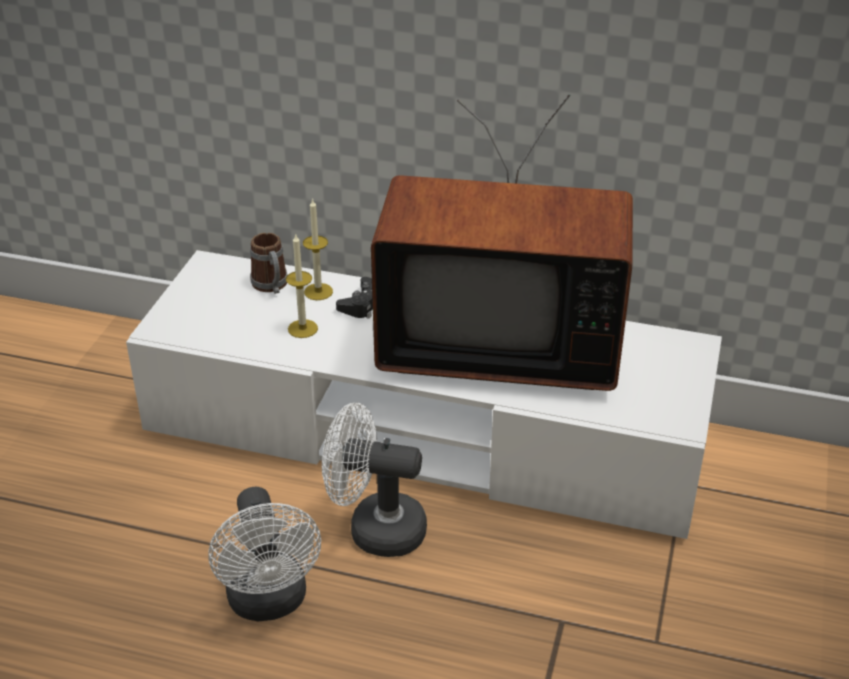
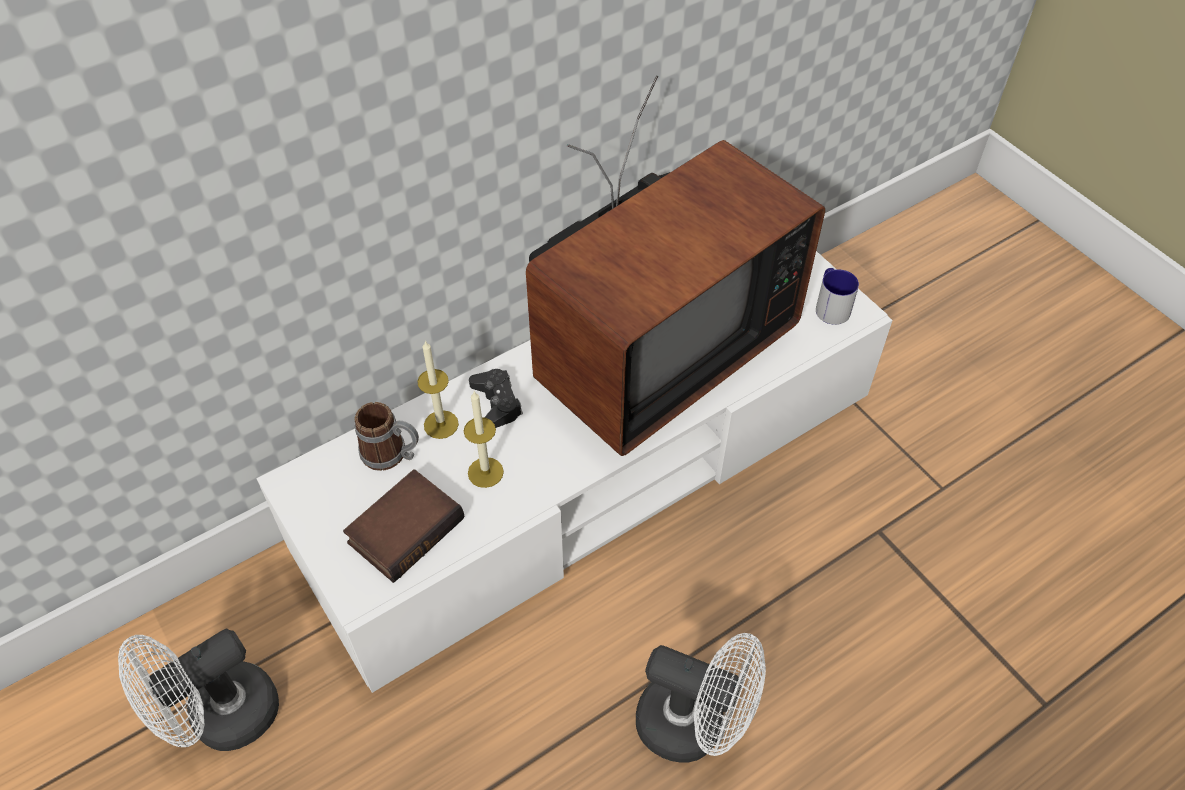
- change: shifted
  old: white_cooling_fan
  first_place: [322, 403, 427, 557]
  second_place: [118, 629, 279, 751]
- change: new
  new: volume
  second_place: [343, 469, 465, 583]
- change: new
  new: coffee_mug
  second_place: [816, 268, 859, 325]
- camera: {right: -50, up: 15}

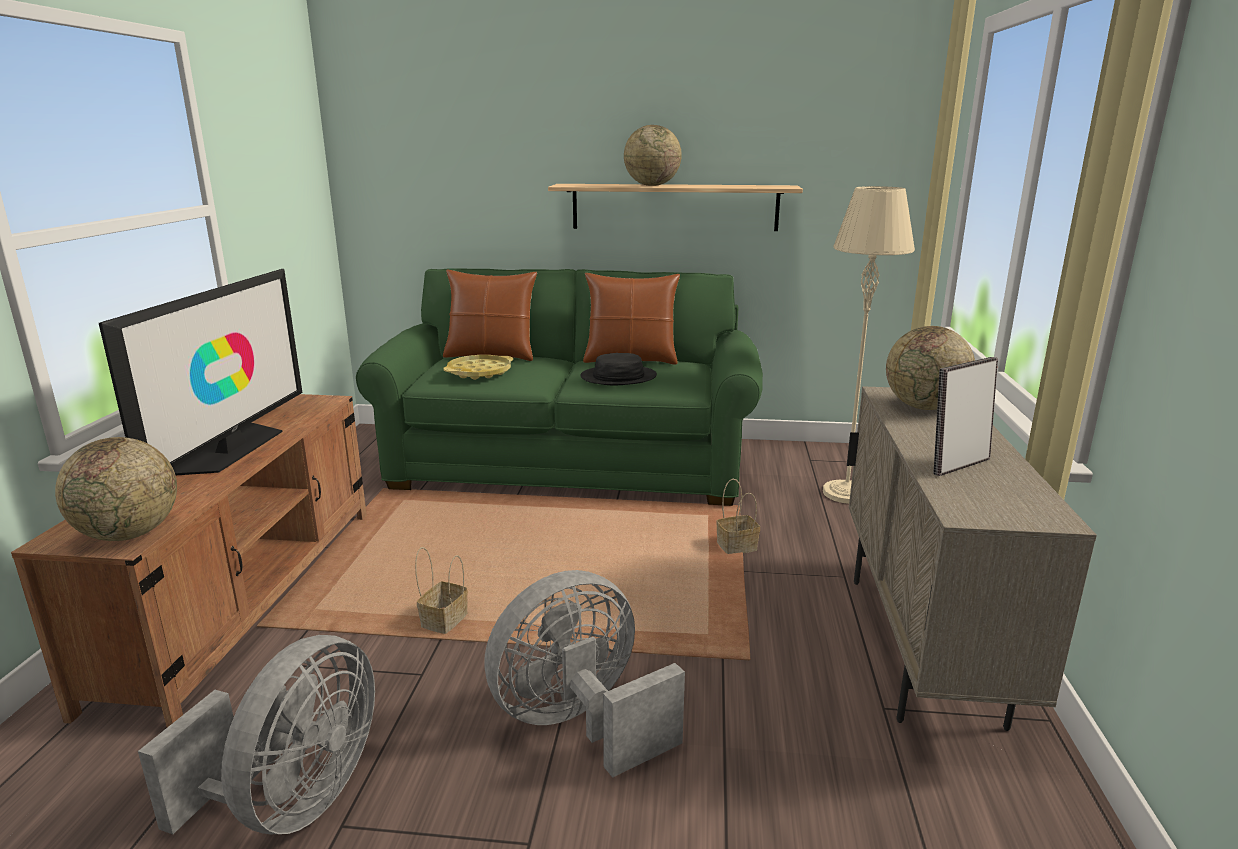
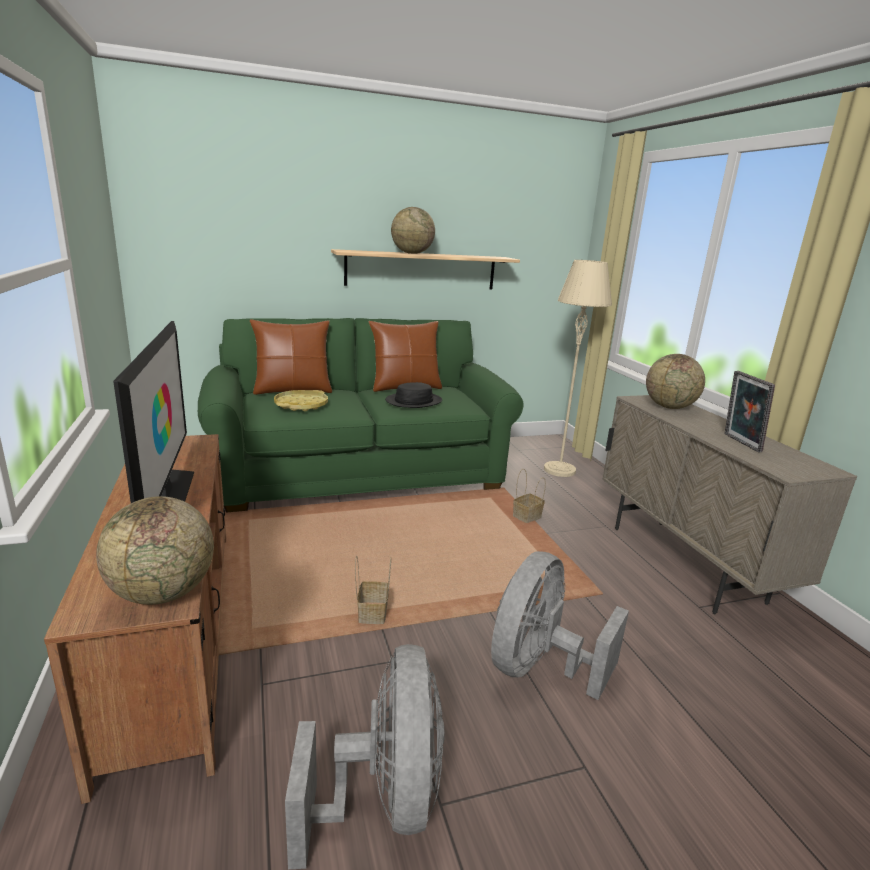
- change: rotated
  old: picture_frame
  first_place: [933, 357, 998, 476]
  second_place: [724, 371, 775, 452]
  degrees: -45
- camera: {right: -25, up: 0}

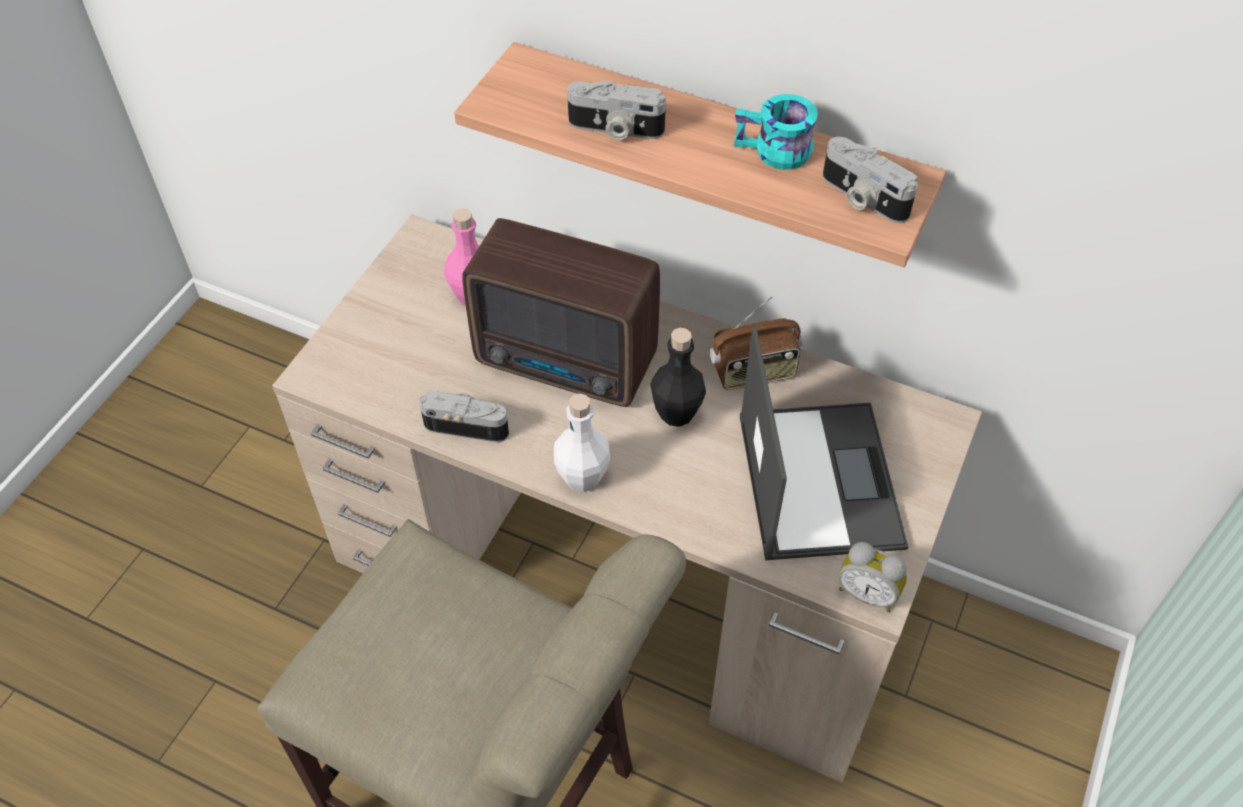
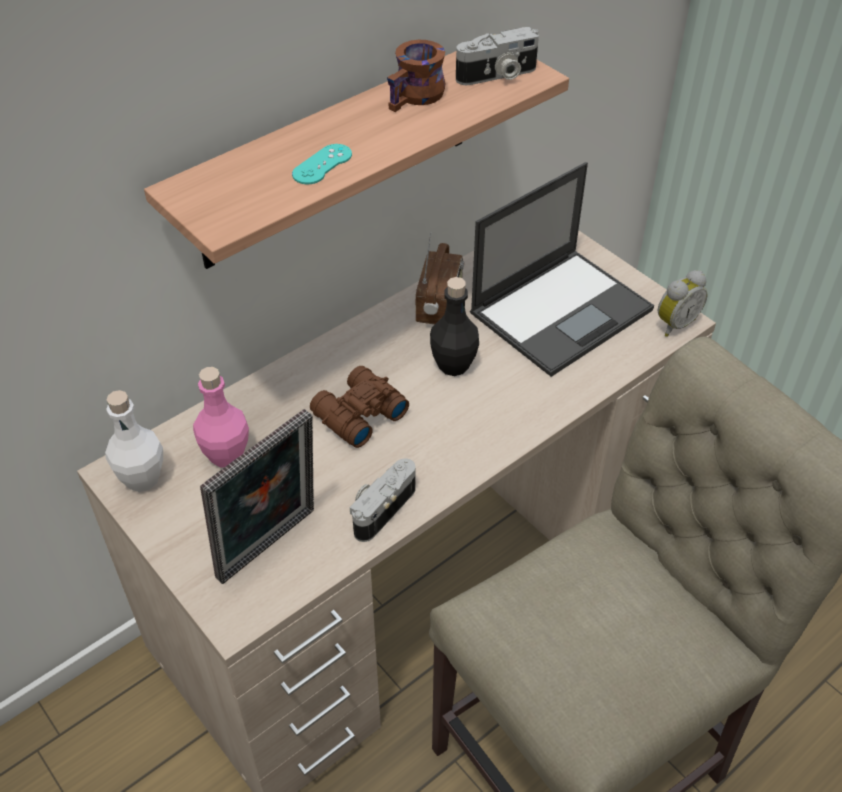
- change: swapped
  old: radio_receiver
  new: brownish_field_glasses
  first_place: [462, 218, 660, 407]
  second_place: [310, 366, 409, 448]
- change: shifted
  old: white_beverage_bottle
  first_place: [554, 394, 610, 492]
  second_place: [105, 390, 163, 492]
- change: swapped
  old: photo_camera
  new: turquoise_game_controller
  first_place: [567, 81, 666, 140]
  second_place: [292, 144, 352, 184]
- change: repainted
  old: turquoise_coffee_mug
  new: brownish_coffee_mug
  first_place: [734, 94, 818, 170]
  second_place: [387, 40, 445, 112]
- change: rotated
  old: portable_computer
  first_place: [740, 327, 909, 560]
  second_place: [470, 162, 654, 377]
  degrees: 120
- change: new
  new: picture_frame
  second_place: [200, 409, 314, 584]
- camera: {right: -65, up: -5}

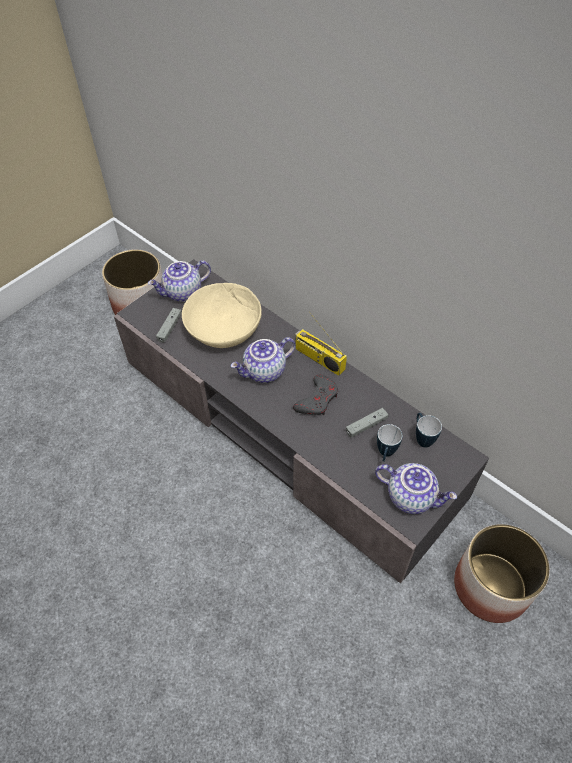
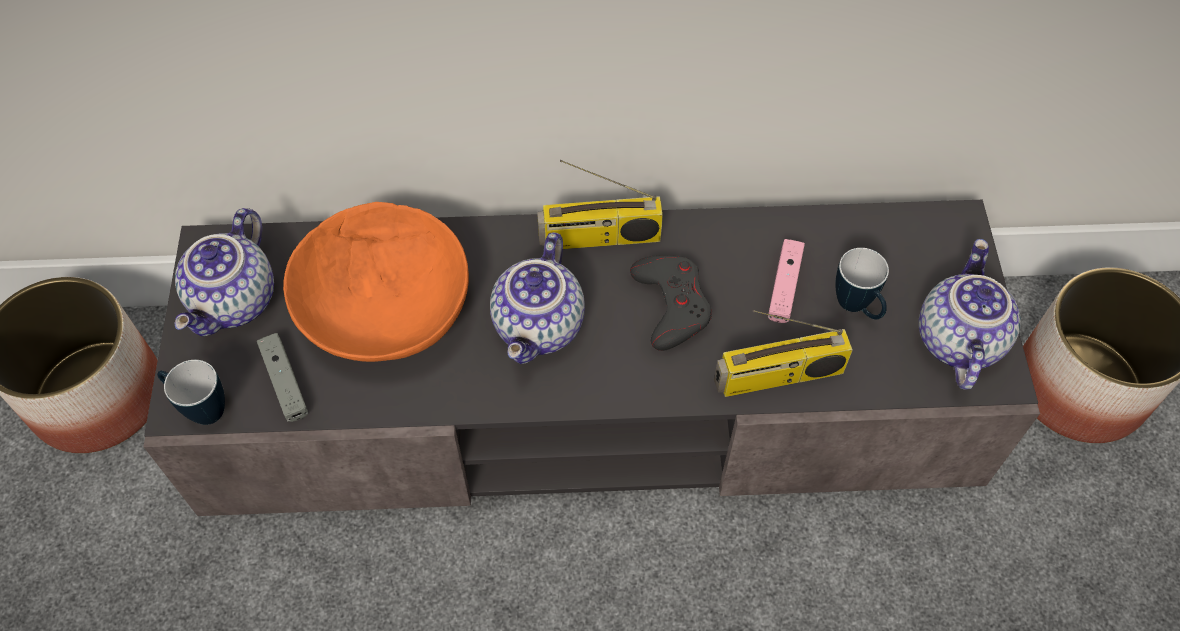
- change: repainted
  old: beige-coloured_deep_dish
  new: orangey_deep_dish
  first_place: [182, 283, 262, 348]
  second_place: [283, 202, 469, 362]
- change: repainted
  old: greyish_game_controller
  new: pink_game_controller
  first_place: [346, 408, 388, 437]
  second_place: [768, 239, 805, 323]
- change: rotated
  old: teapot
  first_place: [375, 463, 457, 514]
  second_place: [919, 239, 1021, 390]
  degrees: -60
- change: shifted
  old: coffee_mug
  first_place: [416, 413, 442, 447]
  second_place: [157, 360, 225, 425]
- change: new
  new: radio_receiver
  second_place: [714, 310, 853, 397]
- camera: {right: -45, up: 5}

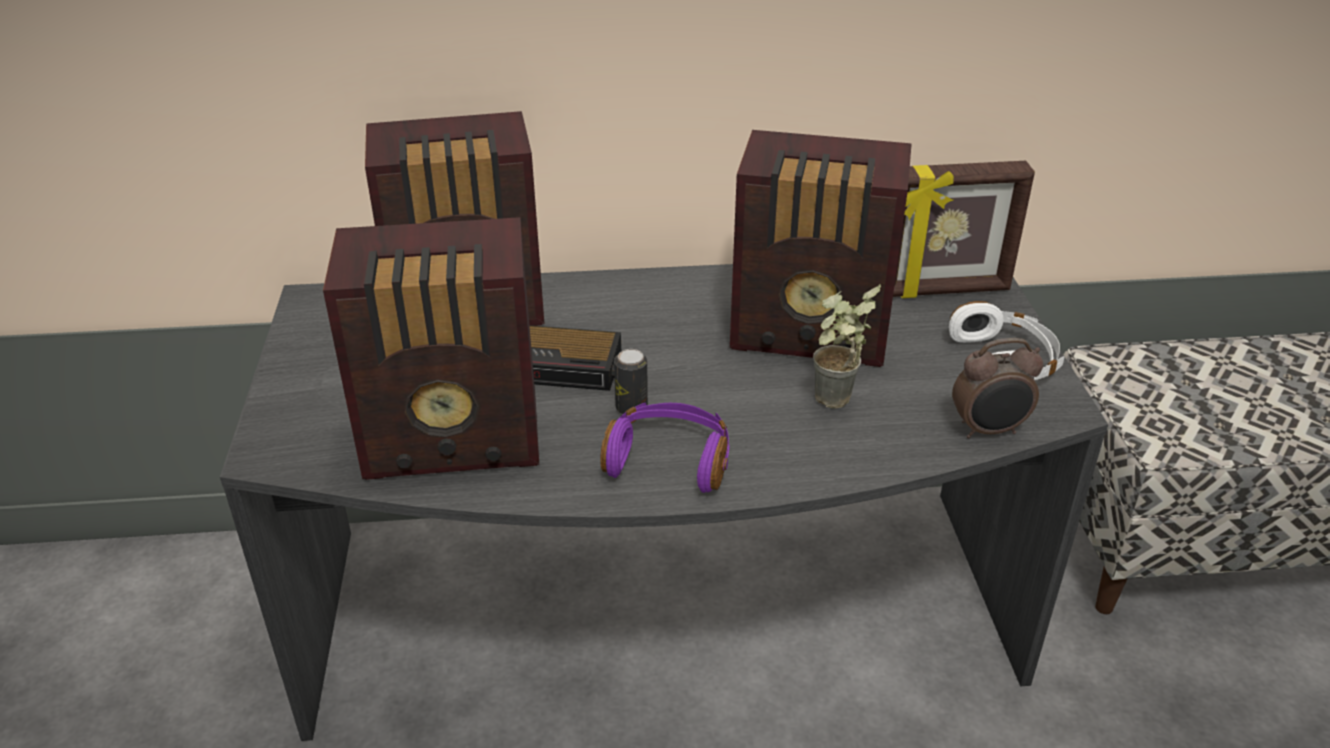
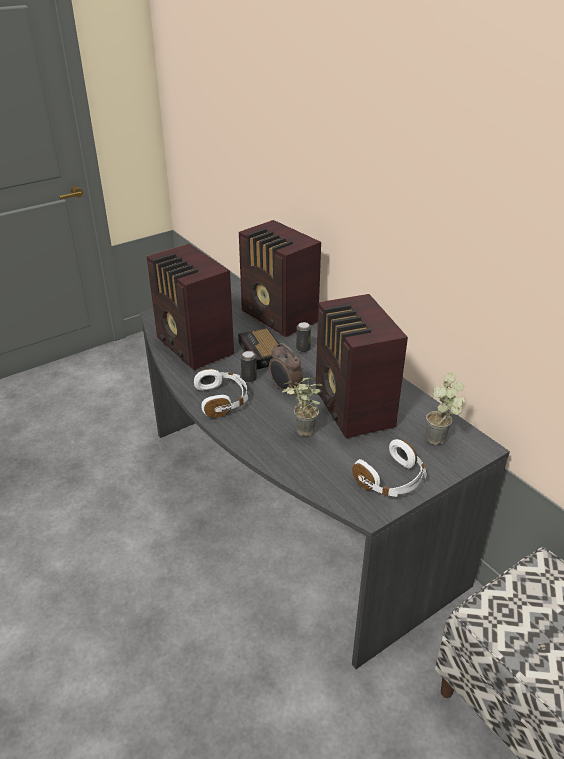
- change: repainted
  old: purplish_headphones
  new: white_headphones
  first_place: [600, 403, 729, 493]
  second_place: [194, 368, 248, 418]
- change: swapped
  old: picture_frame
  new: potted_plant
  first_place: [893, 161, 1035, 298]
  second_place: [426, 372, 465, 445]
- change: shifted
  old: bedside_clock
  first_place: [952, 338, 1043, 438]
  second_place: [269, 343, 303, 396]
- change: new
  new: sealed_can
  second_place: [296, 322, 311, 352]
- camera: {right: 60, up: 0}

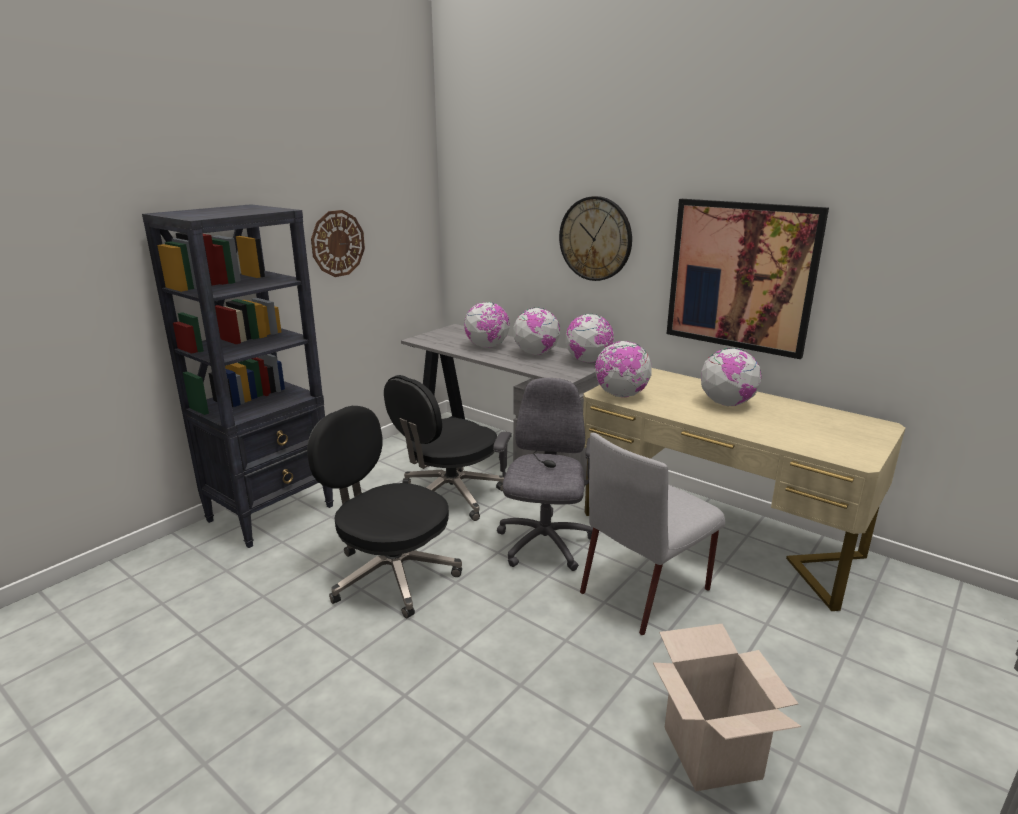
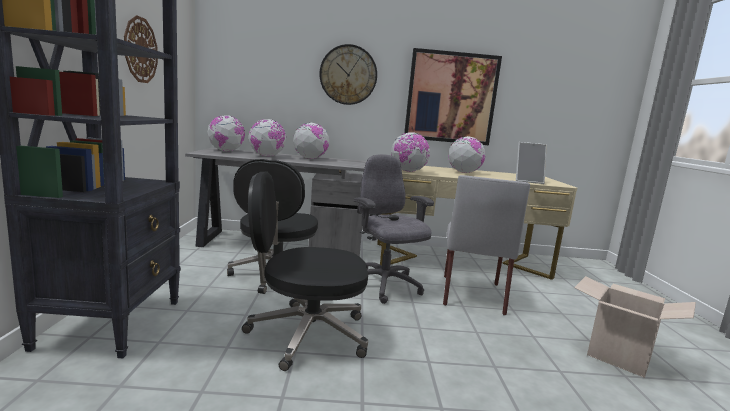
- change: shifted
  old: world_globe
  first_place: [565, 314, 614, 363]
  second_place: [207, 115, 245, 151]
- change: new
  new: picture_frame
  second_place: [516, 142, 547, 184]
- camera: {right: -40, up: -10}

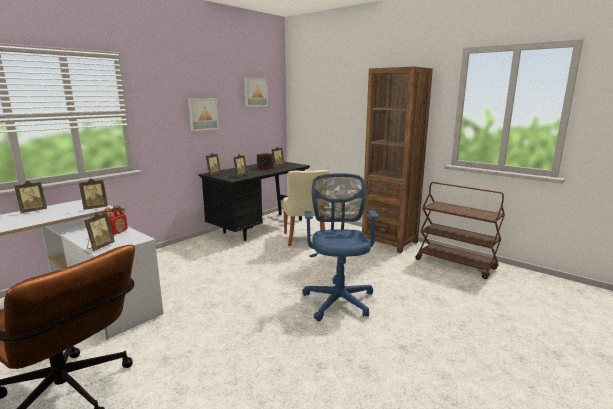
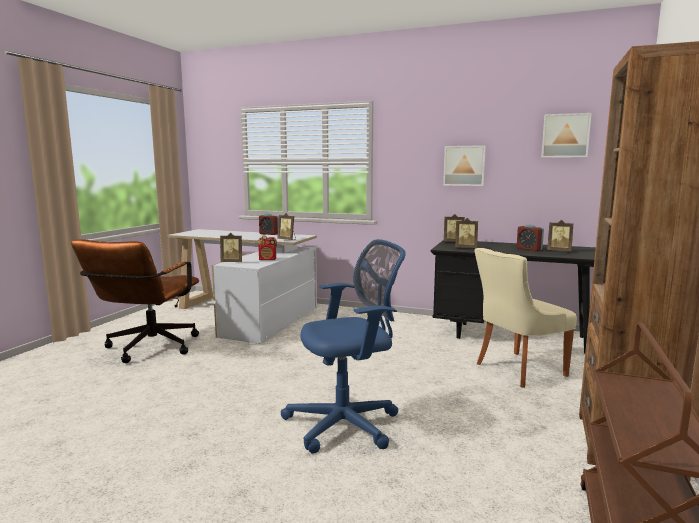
- change: swapped
  old: picture_frame
  new: bedside_clock
  first_place: [14, 181, 47, 213]
  second_place: [259, 214, 279, 235]
- camera: {right: 70, up: -5}

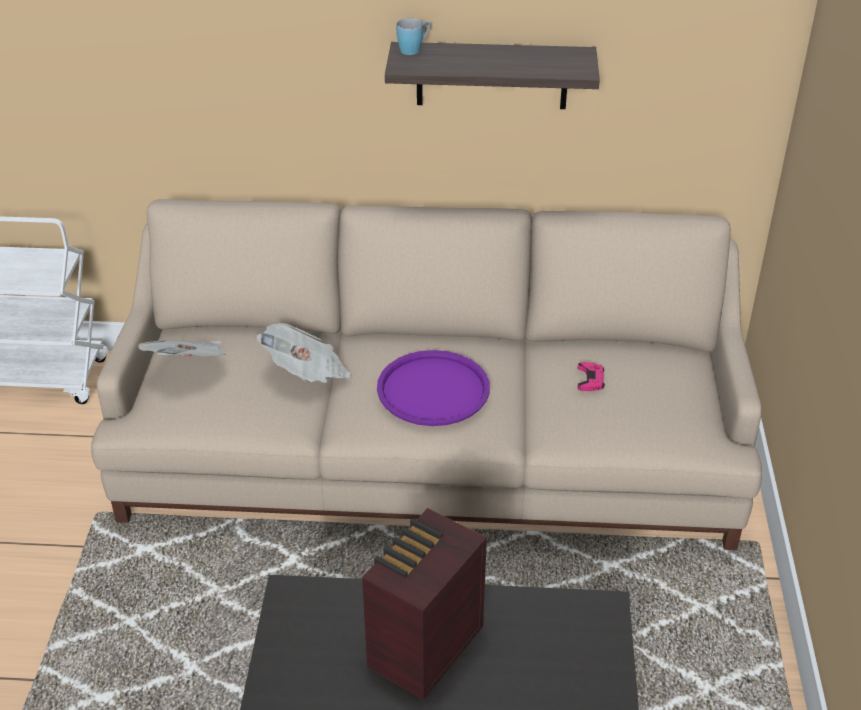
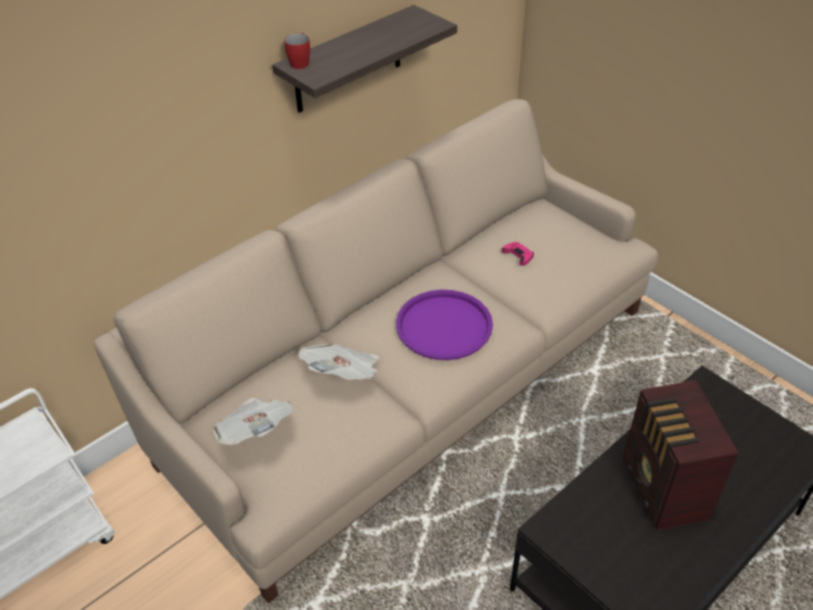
- change: repainted
  old: bluish_coffee_mug
  new: reddish_coffee_mug
  first_place: [396, 18, 430, 55]
  second_place: [284, 33, 310, 69]
- camera: {right: -45, up: 5}

